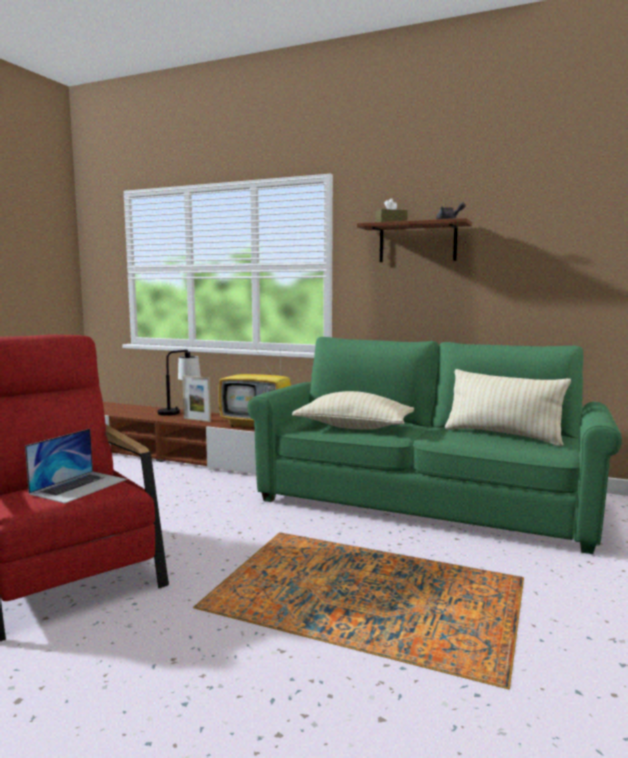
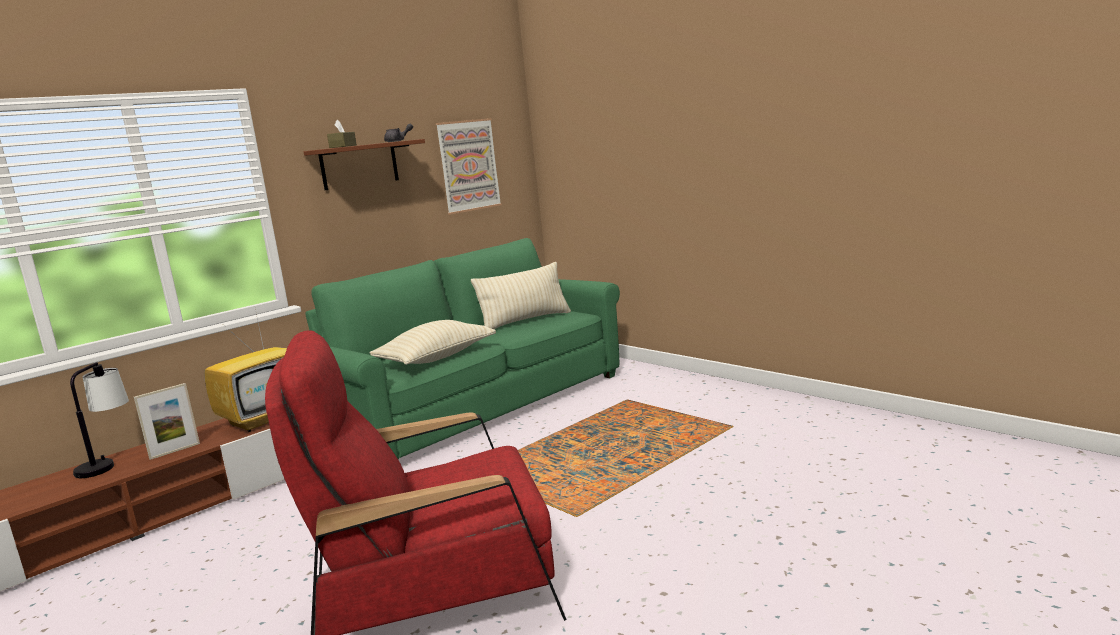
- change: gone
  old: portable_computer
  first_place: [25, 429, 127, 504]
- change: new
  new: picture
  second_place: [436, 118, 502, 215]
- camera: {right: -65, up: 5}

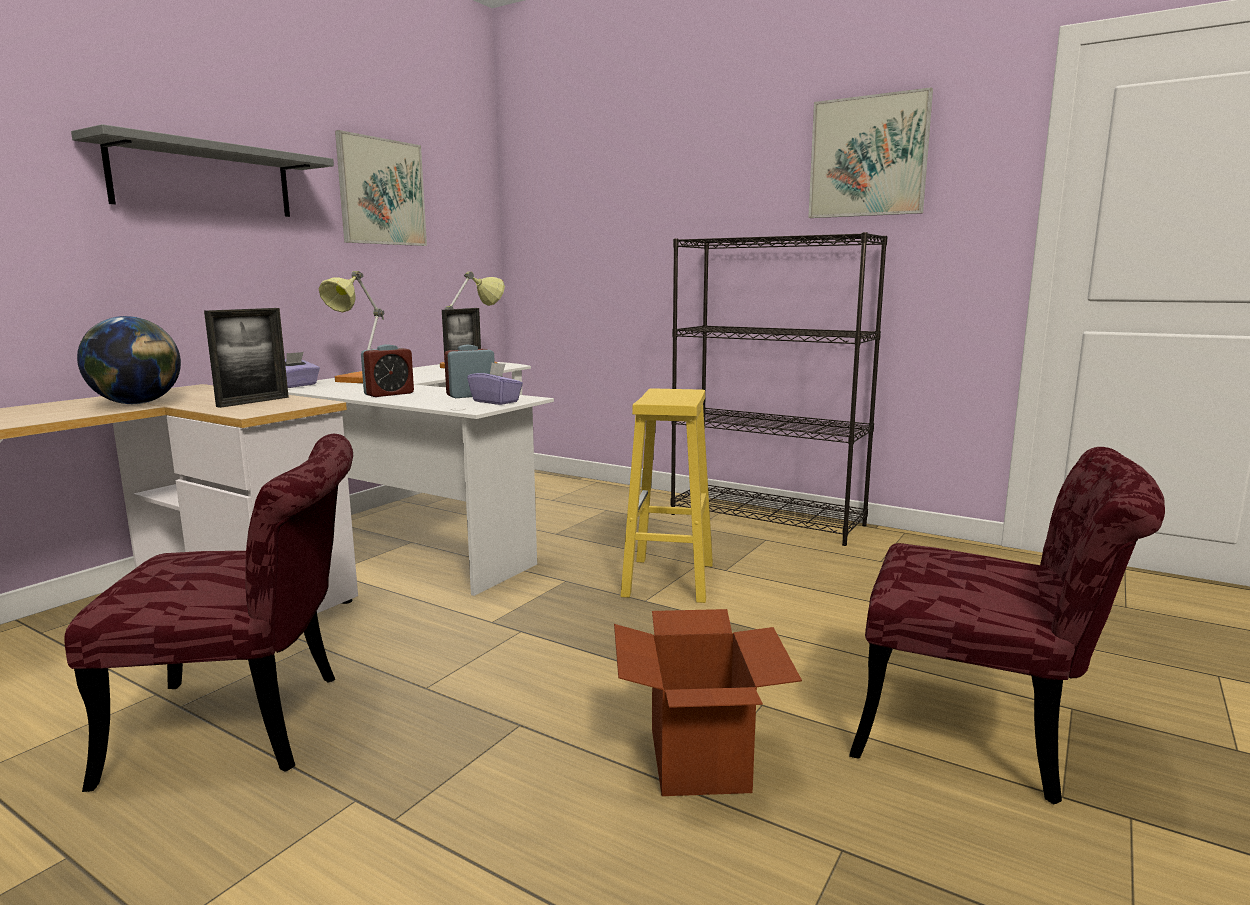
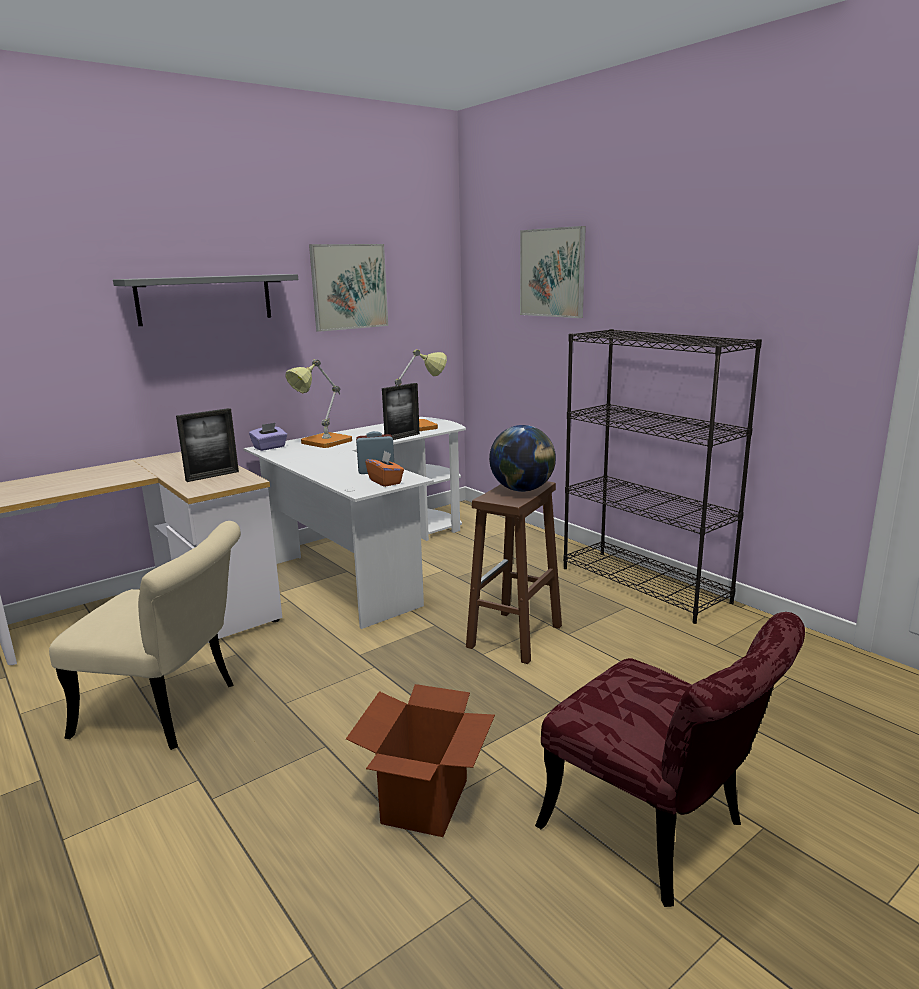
- change: repainted
  old: reddish_plain_chair
  new: beige-coloured_plain_chair
  first_place: [64, 434, 353, 792]
  second_place: [49, 521, 241, 750]
- change: shifted
  old: world_globe
  first_place: [77, 316, 181, 404]
  second_place: [489, 425, 556, 492]
- change: gone
  old: bedside_clock
  first_place: [361, 344, 414, 397]
- change: repainted
  old: purplish_tissue_holder
  new: orangey_tissue_holder
  first_place: [467, 362, 523, 405]
  second_place: [365, 450, 404, 487]
- change: repainted
  old: yellow-coloured_stool_seat
  new: brownish_stool_seat
  first_place: [621, 388, 713, 603]
  second_place: [466, 481, 562, 664]
- change: shifted
  old: picture
  first_place: [808, 87, 933, 218]
  second_place: [520, 226, 586, 318]
- camera: {right: 20, up: 5}

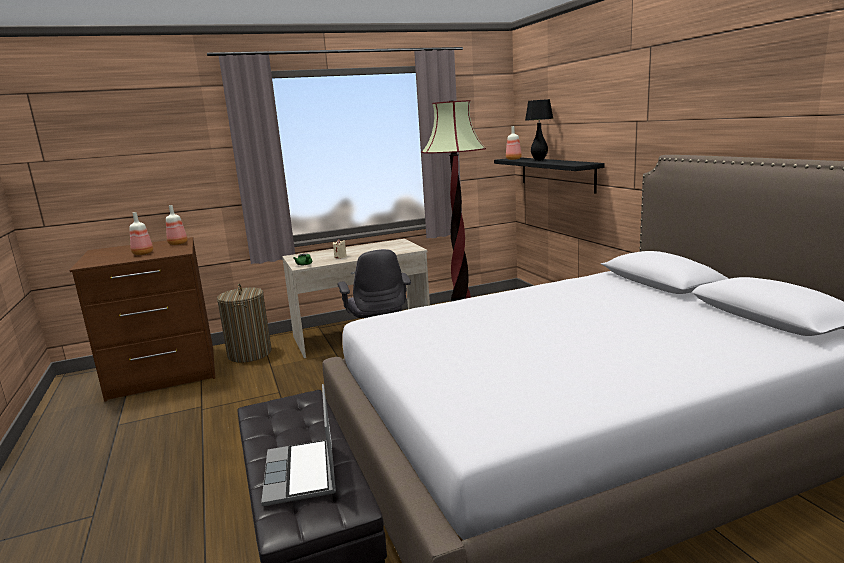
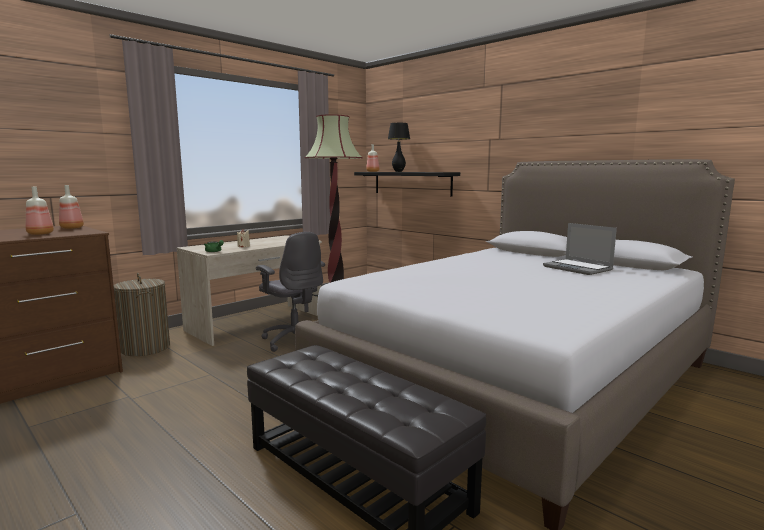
- change: shifted
  old: portable_computer
  first_place: [261, 384, 336, 506]
  second_place: [543, 223, 617, 275]
- camera: {right: -25, up: -5}

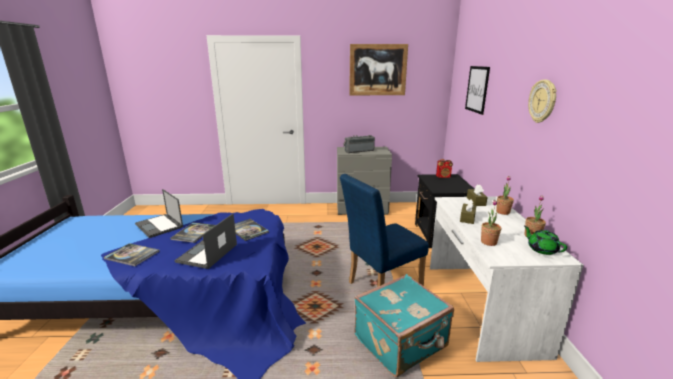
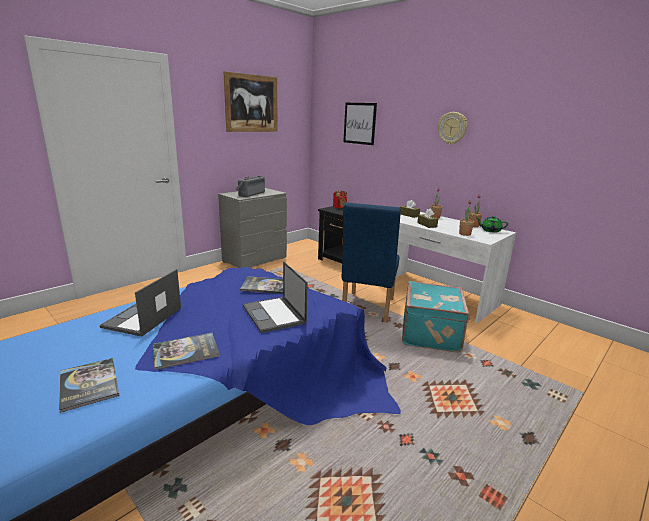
- change: rotated
  old: portable_computer
  first_place: [135, 189, 183, 238]
  second_place: [100, 269, 181, 337]
  degrees: 105
- change: shifted
  old: volume
  first_place: [170, 222, 216, 243]
  second_place: [59, 358, 120, 413]
- camera: {right: -45, up: 0}

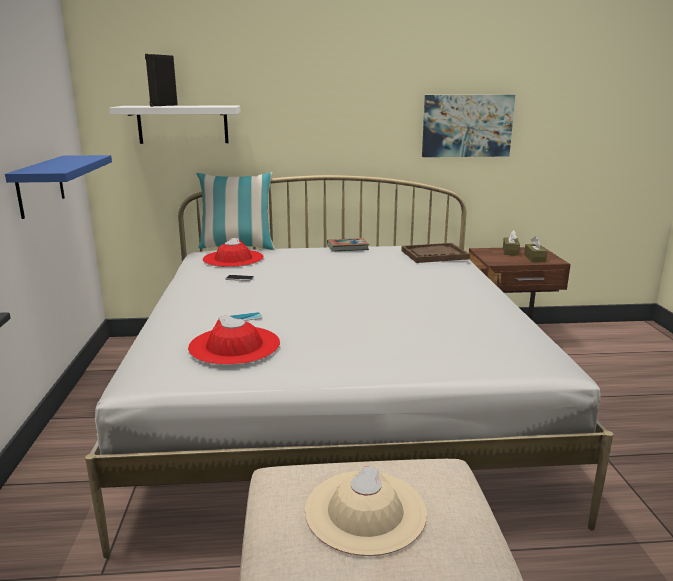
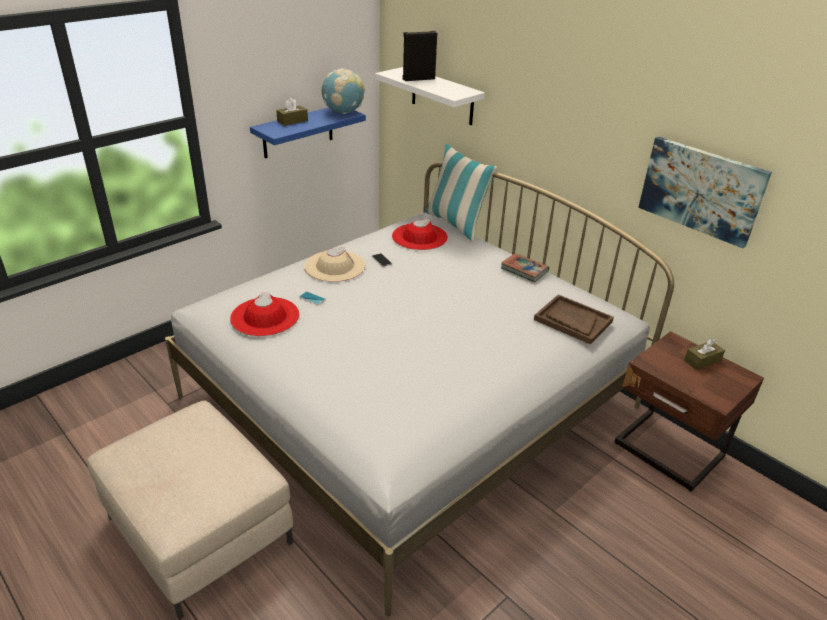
- change: shifted
  old: beige-coloured_hat
  first_place: [305, 467, 427, 556]
  second_place: [304, 247, 365, 282]
- change: shifted
  old: brownish_tissue_holder
  first_place: [524, 236, 548, 263]
  second_place: [276, 98, 308, 126]
- change: new
  new: world_globe
  second_place: [322, 68, 365, 114]
- camera: {right: 50, up: 15}

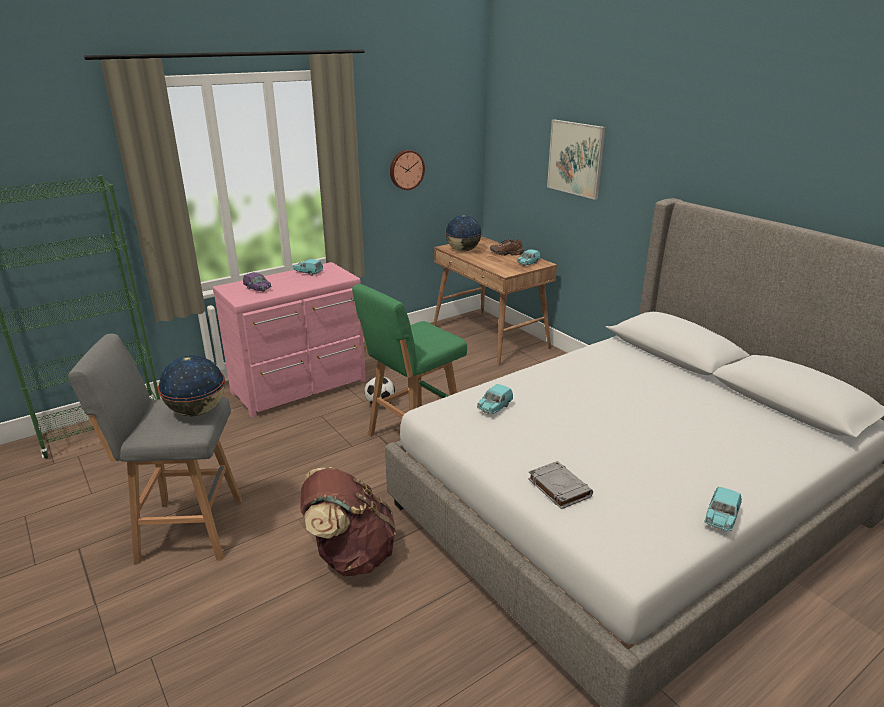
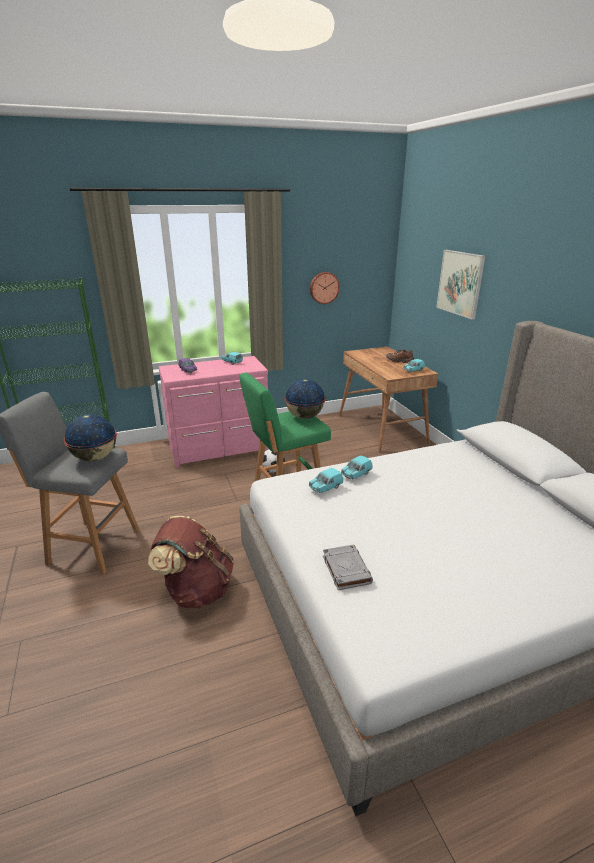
- change: shifted
  old: world_globe
  first_place: [445, 215, 482, 251]
  second_place: [284, 379, 326, 419]
- change: shifted
  old: turquoise_toy_car
  first_place: [704, 487, 742, 531]
  second_place: [341, 455, 372, 479]
- camera: {right: 15, up: 0}

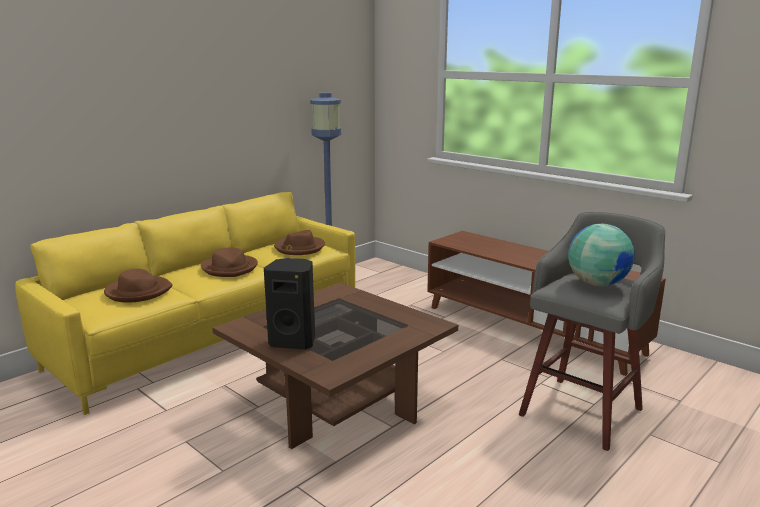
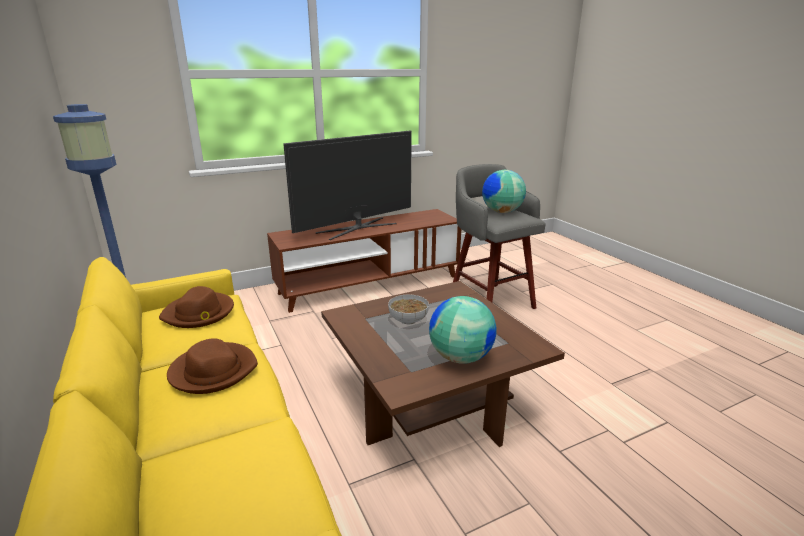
- change: gone
  old: brownish_hat
  first_place: [104, 269, 172, 303]
- change: swapped
  old: black-coloured_audio_speaker
  new: world_globe
  first_place: [264, 258, 315, 350]
  second_place: [429, 296, 497, 364]
- change: new
  new: TV
  second_place: [283, 130, 412, 240]
- change: new
  new: deep_dish
  second_place: [388, 295, 429, 324]
- camera: {right: -70, up: 5}

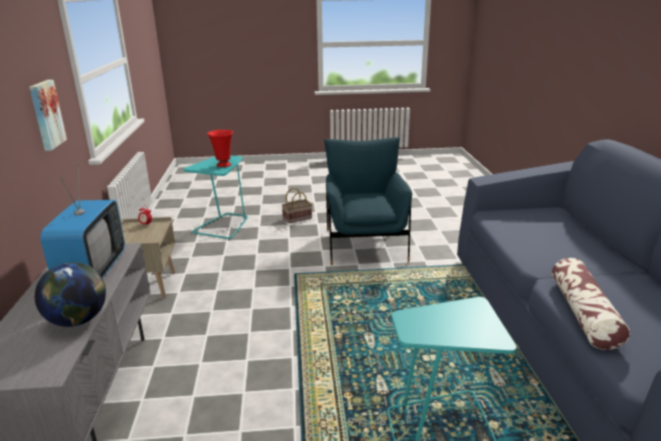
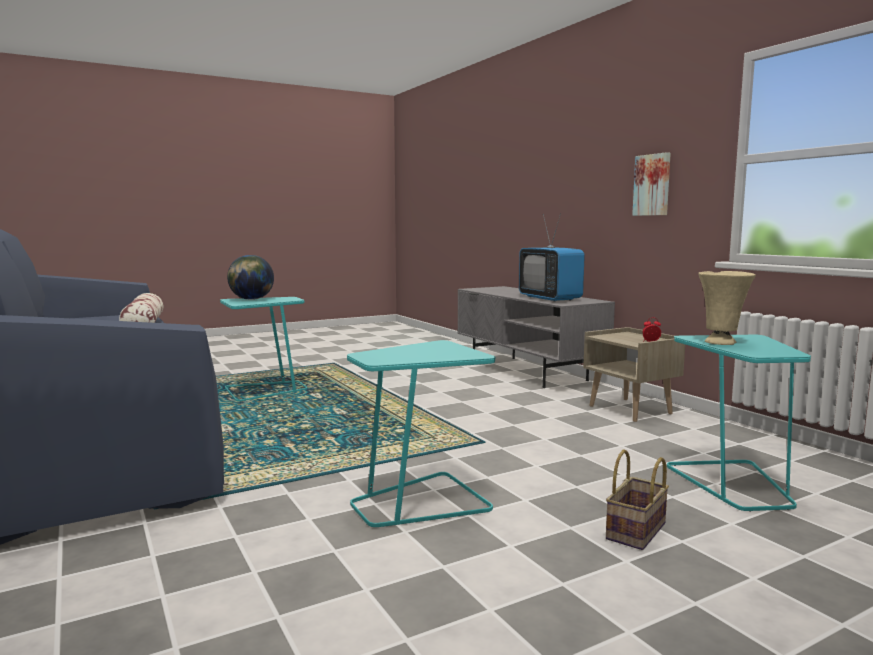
- change: shifted
  old: world_globe
  first_place: [35, 262, 106, 327]
  second_place: [227, 255, 274, 300]
- change: repainted
  old: reddish_vase
  new: beige-coloured_vase
  first_place: [207, 130, 233, 167]
  second_place: [698, 271, 756, 345]
- change: swapped
  old: bluish_easy_chair
  new: turquoise_end_table
  first_place: [324, 137, 412, 265]
  second_place: [347, 340, 496, 527]
- camera: {right: 155, up: -15}

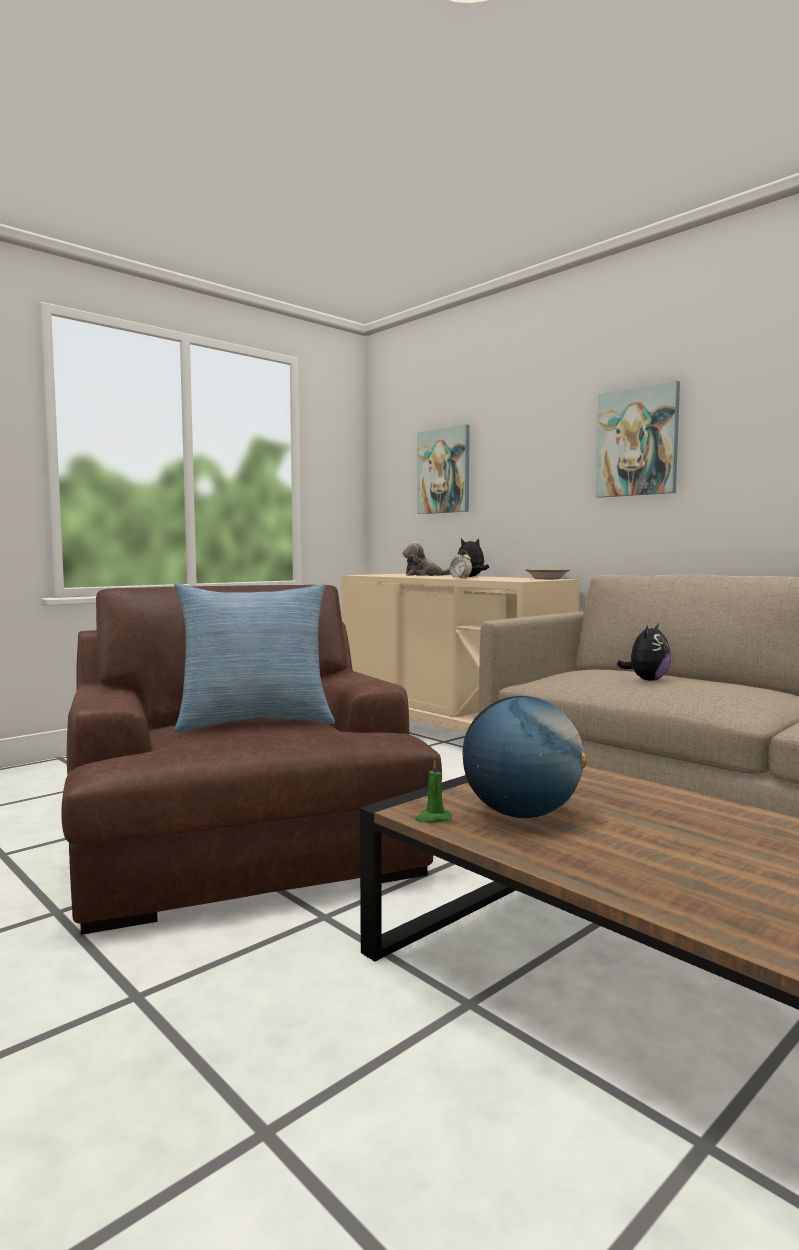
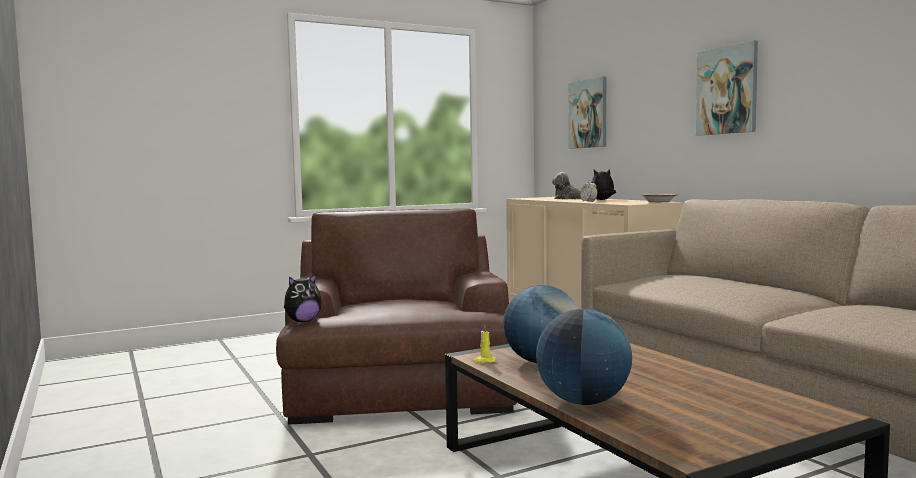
- change: gone
  old: pillow
  first_place: [174, 583, 335, 733]
- change: repainted
  old: greenish_wax_candle
  new: yellow-coloured_wax_candle
  first_place: [415, 760, 452, 823]
  second_place: [473, 325, 496, 363]
- change: shifted
  old: cuddly_toy
  first_place: [617, 623, 671, 681]
  second_place: [284, 274, 322, 322]
- change: new
  new: world_globe
  second_place: [536, 309, 632, 405]
- camera: {right: 15, up: 0}

